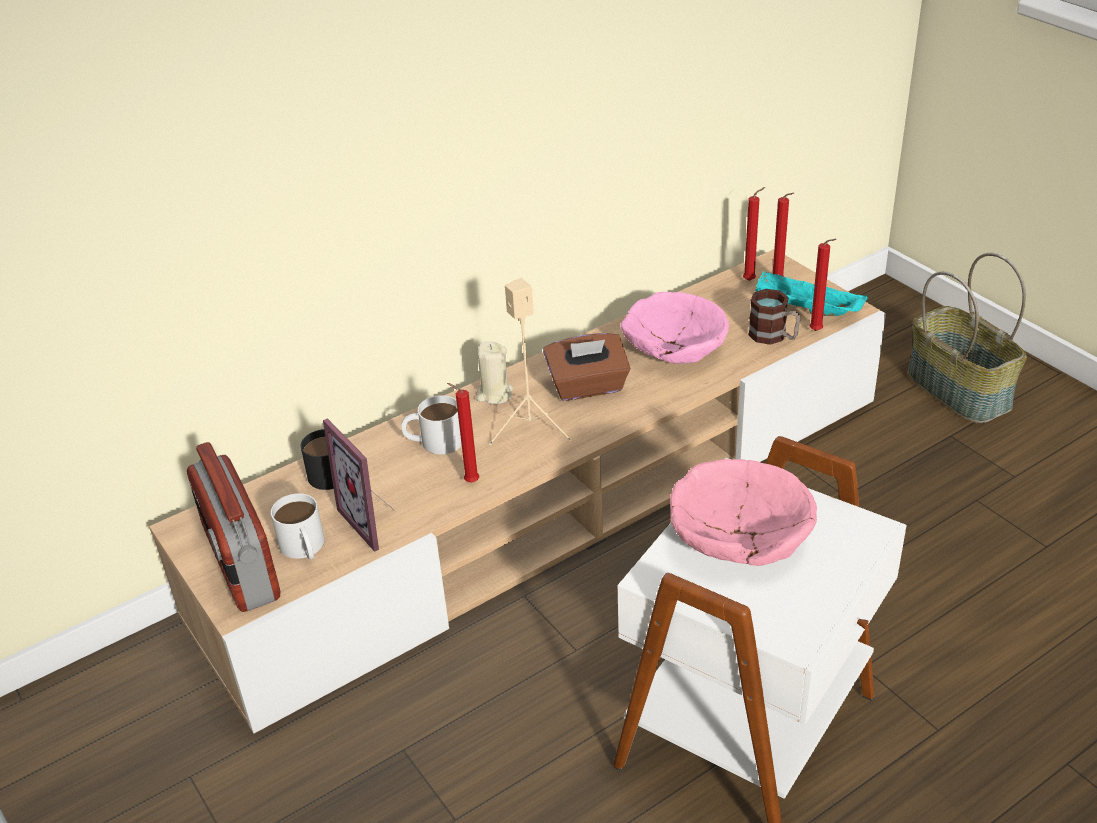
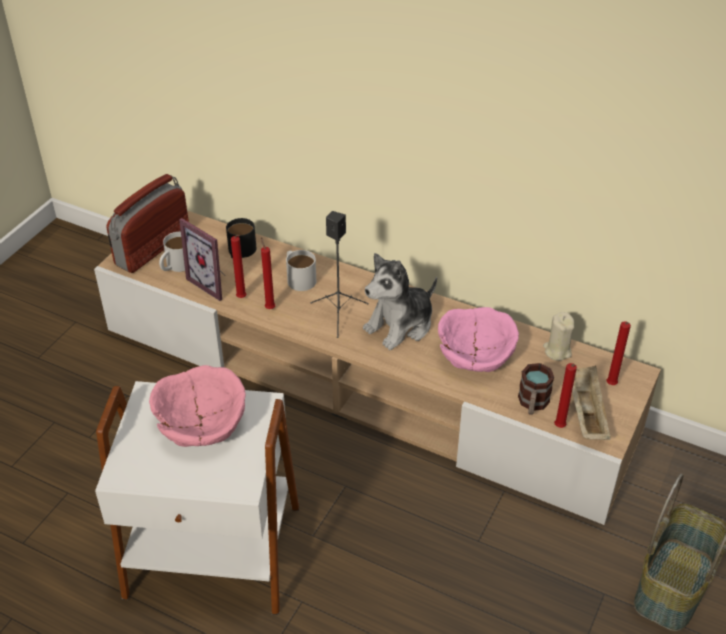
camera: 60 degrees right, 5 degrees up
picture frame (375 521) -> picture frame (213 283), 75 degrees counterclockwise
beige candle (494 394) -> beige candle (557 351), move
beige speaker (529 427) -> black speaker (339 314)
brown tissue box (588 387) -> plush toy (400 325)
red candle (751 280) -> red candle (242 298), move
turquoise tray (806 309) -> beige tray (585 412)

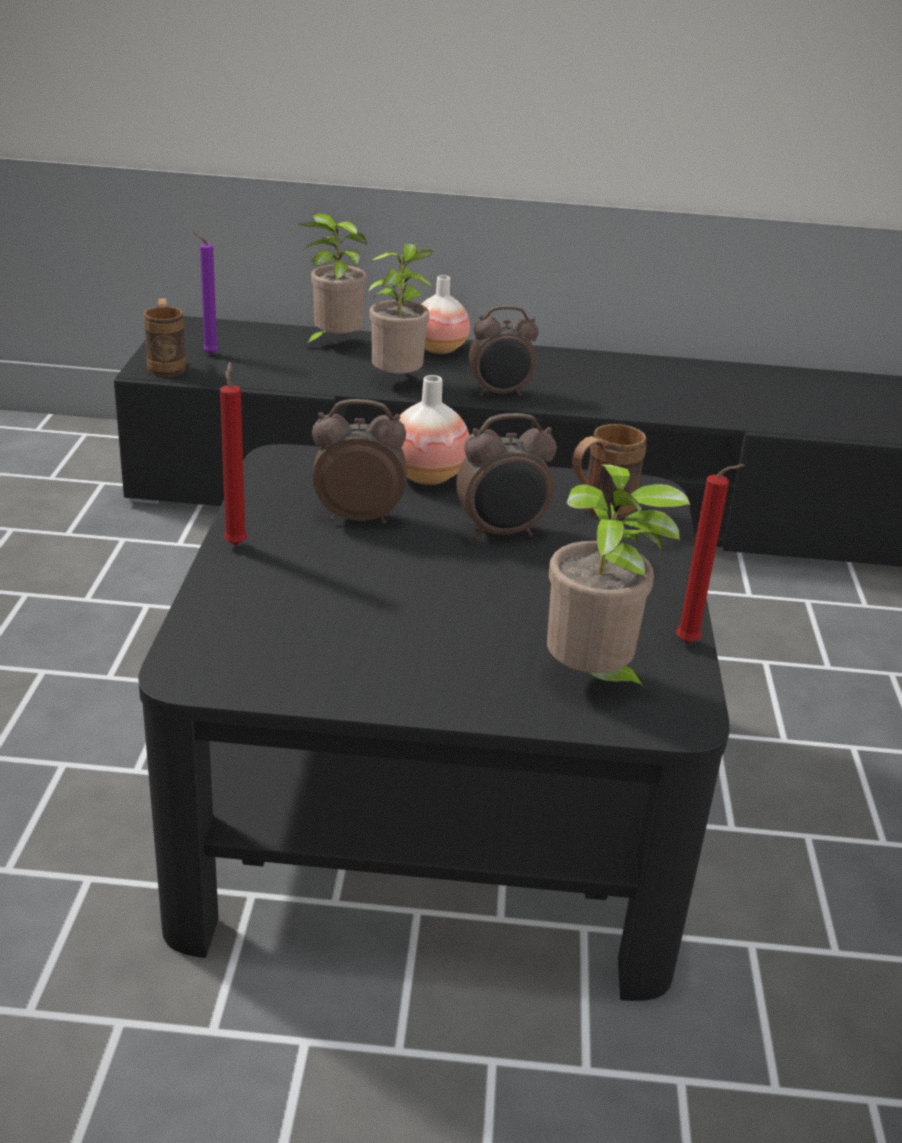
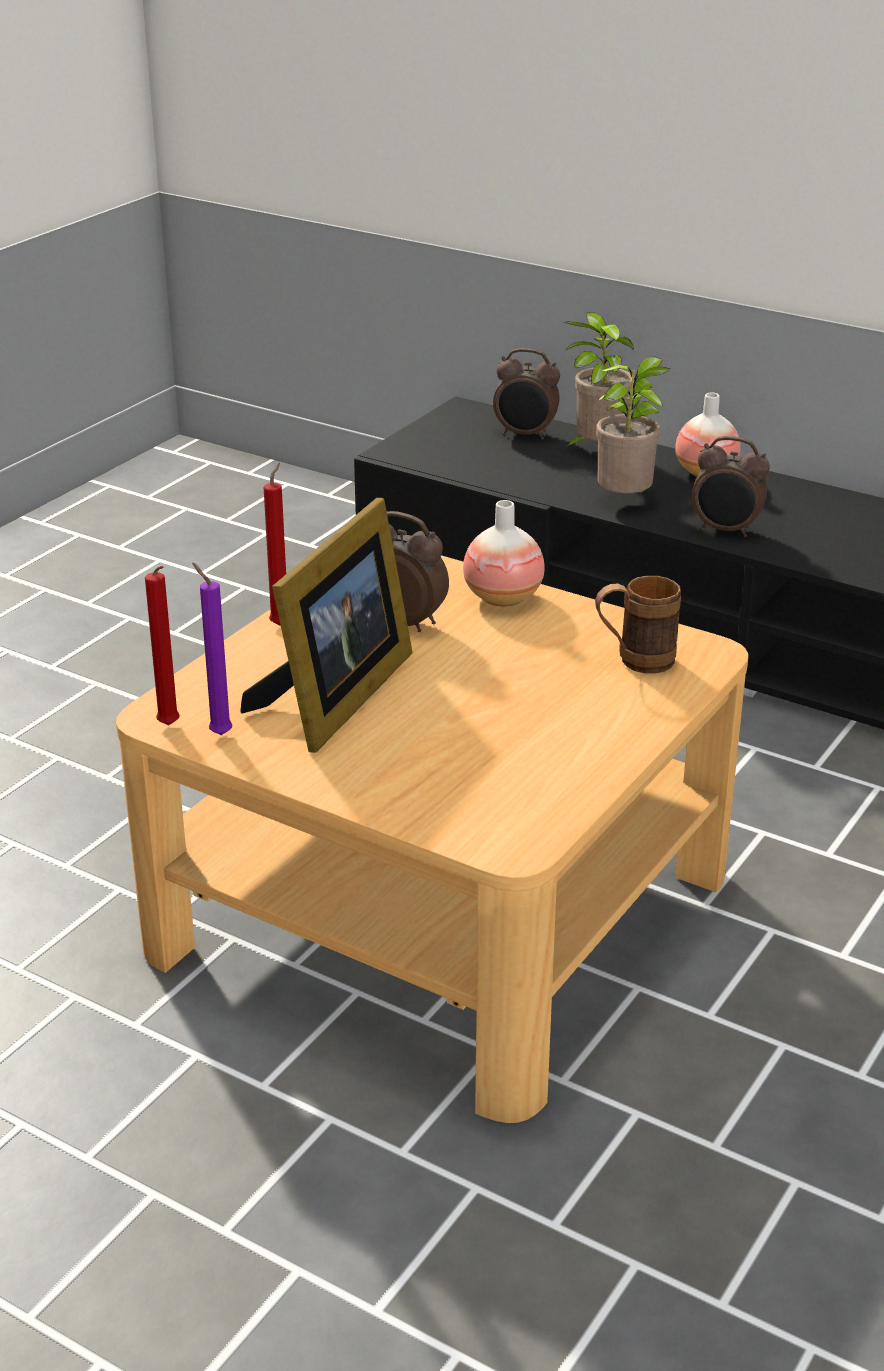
camera: 30 degrees right, 0 degrees up
black coffee table (432 803) -> beige coffee table (438 912)
brown mug (167 365) -> none
purple candle (208 353) -> purple candle (218 733), move
alarm clock (502 533) -> alarm clock (525 435), move
potted plant (592 681) -> none
red candle (691 644) -> red candle (170 727), move
none -> picture frame (335 698)

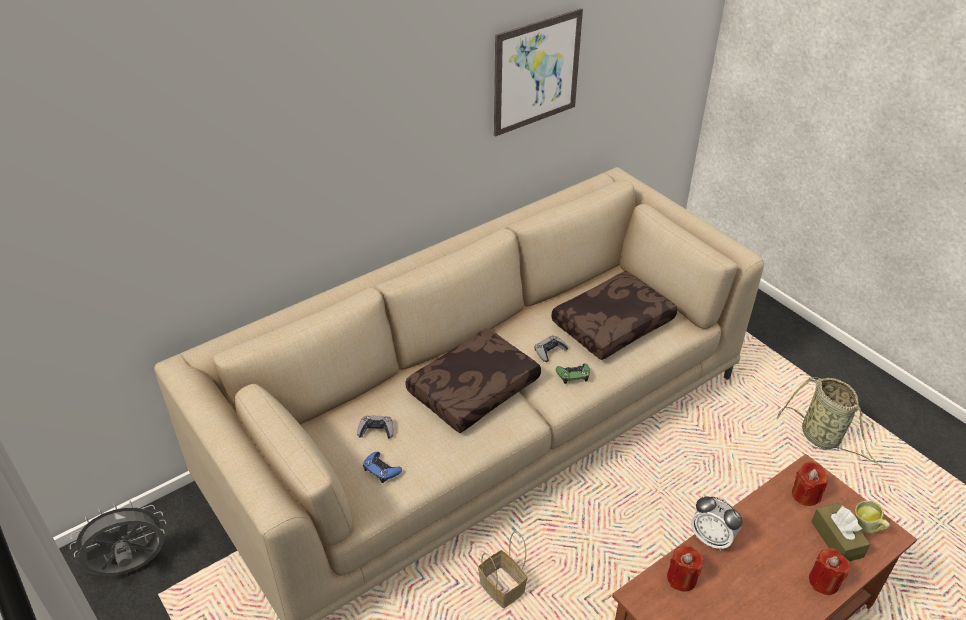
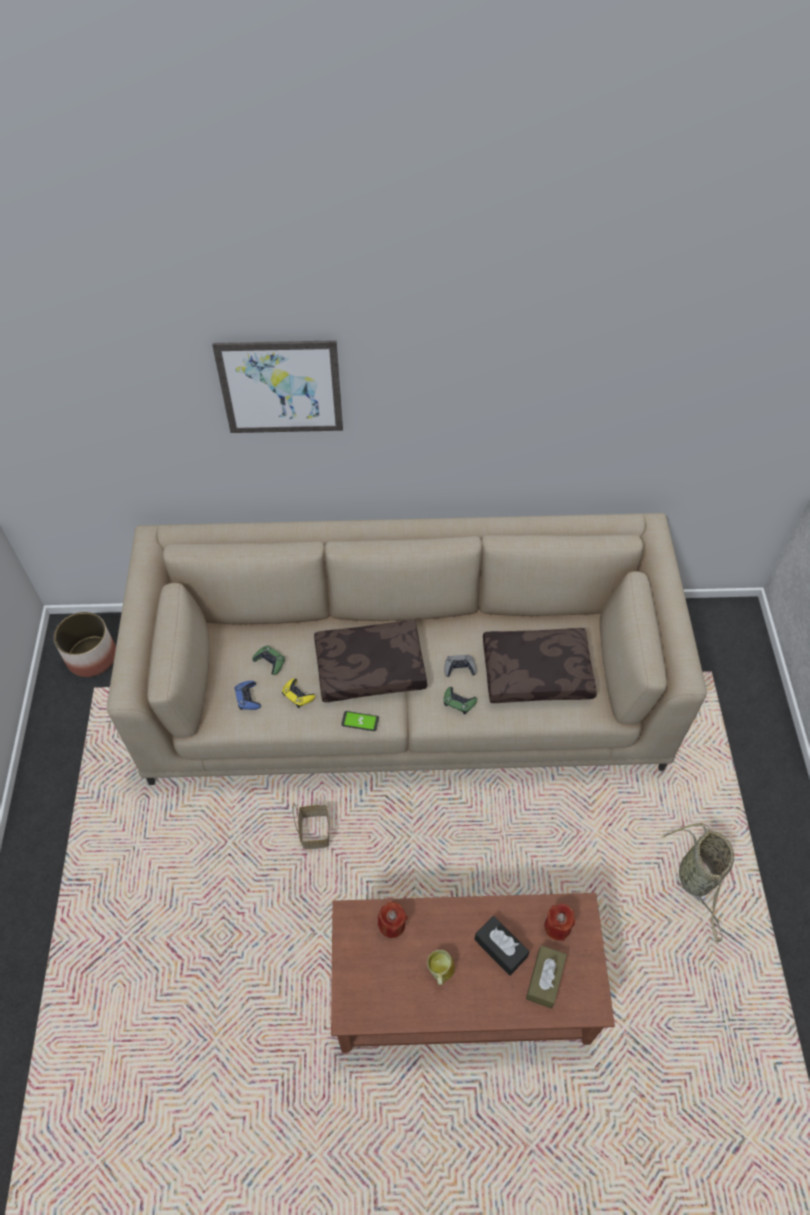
camera: 35 degrees right, 15 degrees up
grey fan (131 568) -> planter (91 657)
grey game controller (376 430) -> green game controller (270 661)
picture (536 72) -> picture (281 387), move
alarm clock (711 539) -> none
red candle (824 581) -> none
mug (867 528) -> mug (439 972), move
none -> yellow game controller (298 695)
none -> phone (360 721)
none -> black tissue box (500 948)

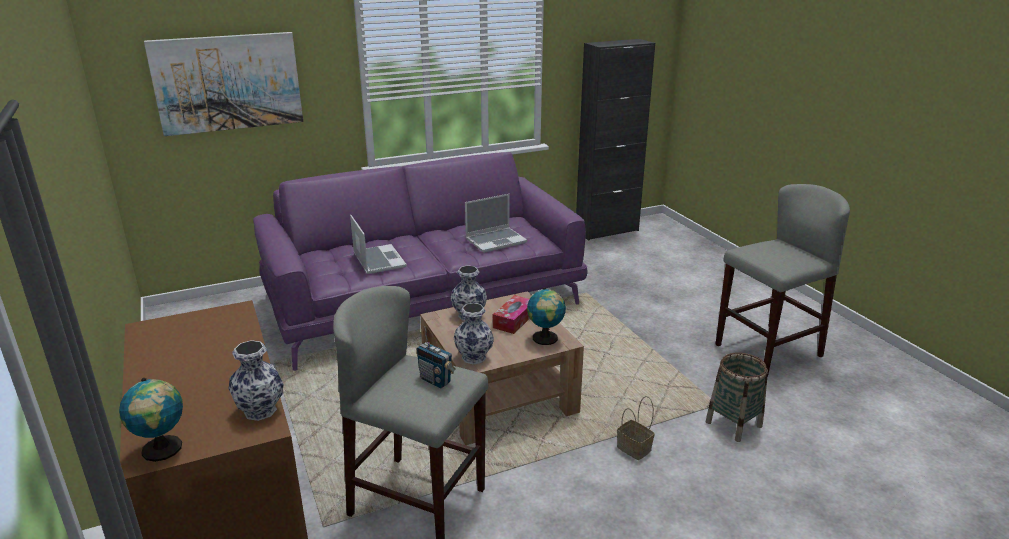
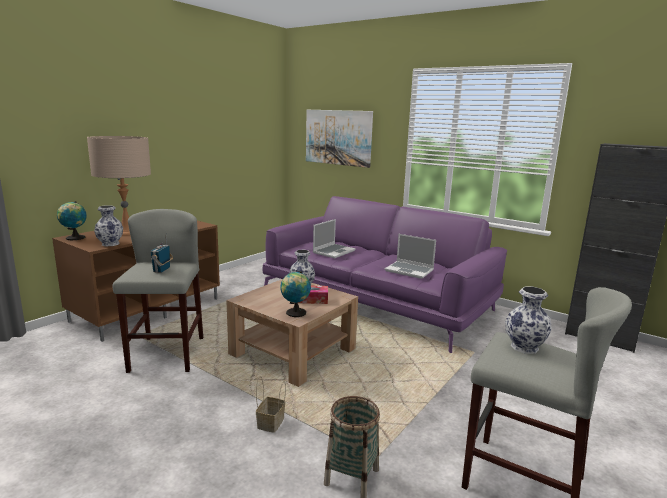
camera: 60 degrees right, 10 degrees down
vase (474 357) -> vase (525 347), move
none -> beige table lamp (127 232)

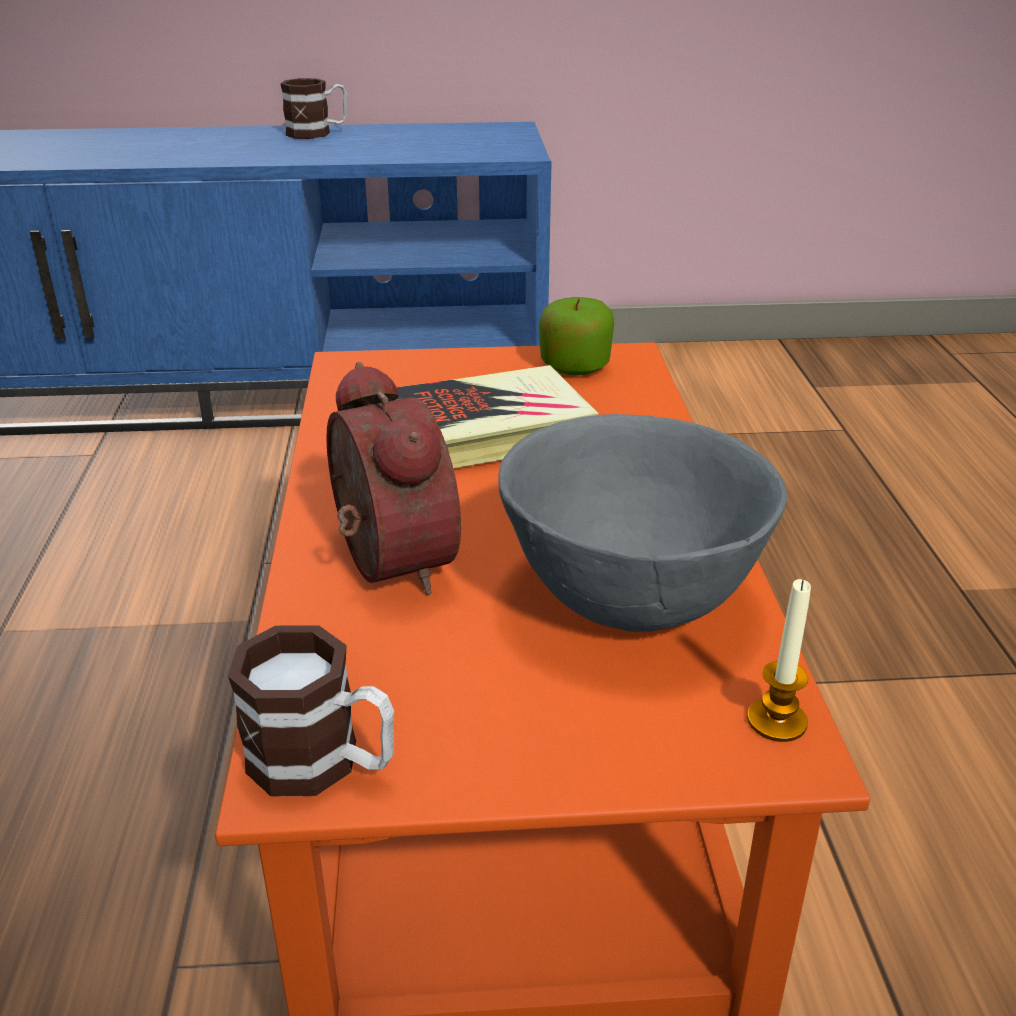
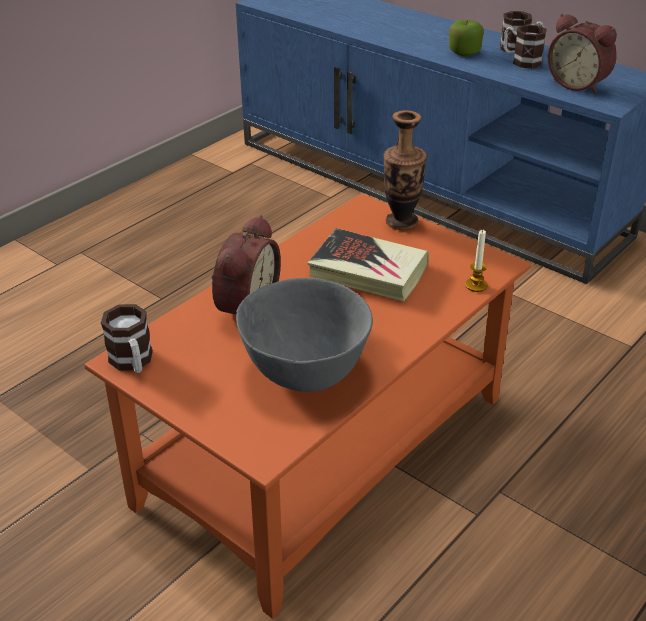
camera: 45 degrees right, 5 degrees up
apple (575 366) -> apple (464 52), move
candle (777 721) -> candle (476 285), move
none -> vase (401 222)
none -> mug (521 61)
none -> alarm clock (578 84)

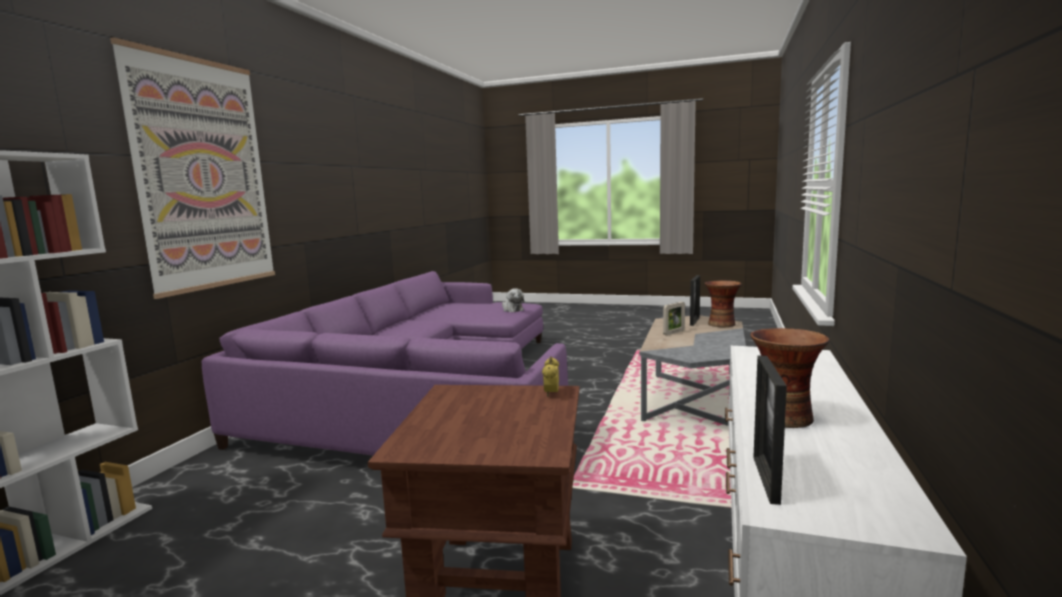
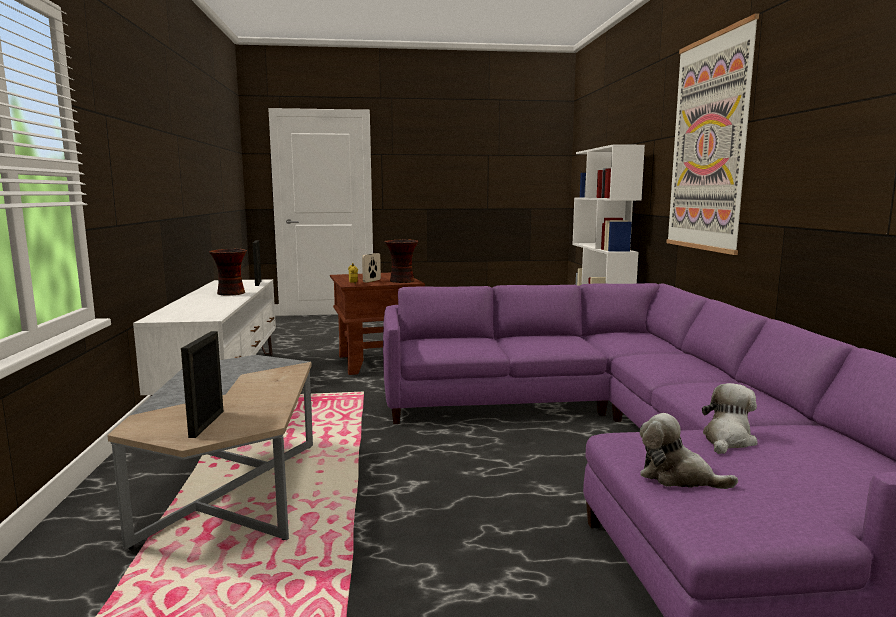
camera: 155 degrees right, 0 degrees up
picture frame (674 332) -> picture frame (371 281), move
vase (721 324) -> vase (402 281), move
none -> plush toy (727 440)

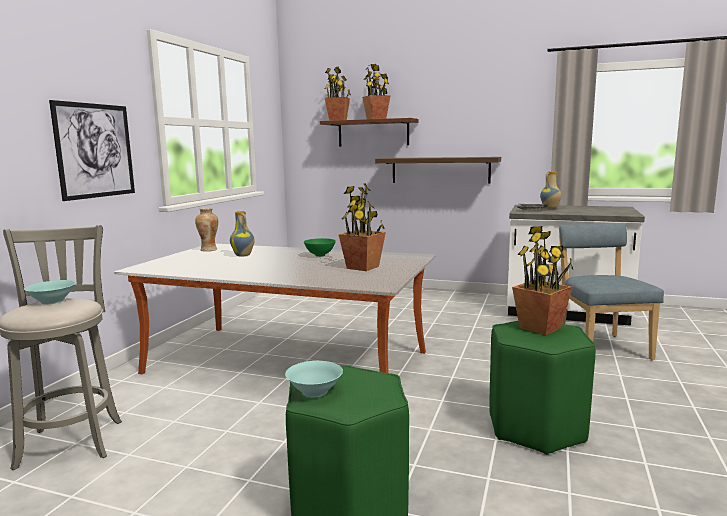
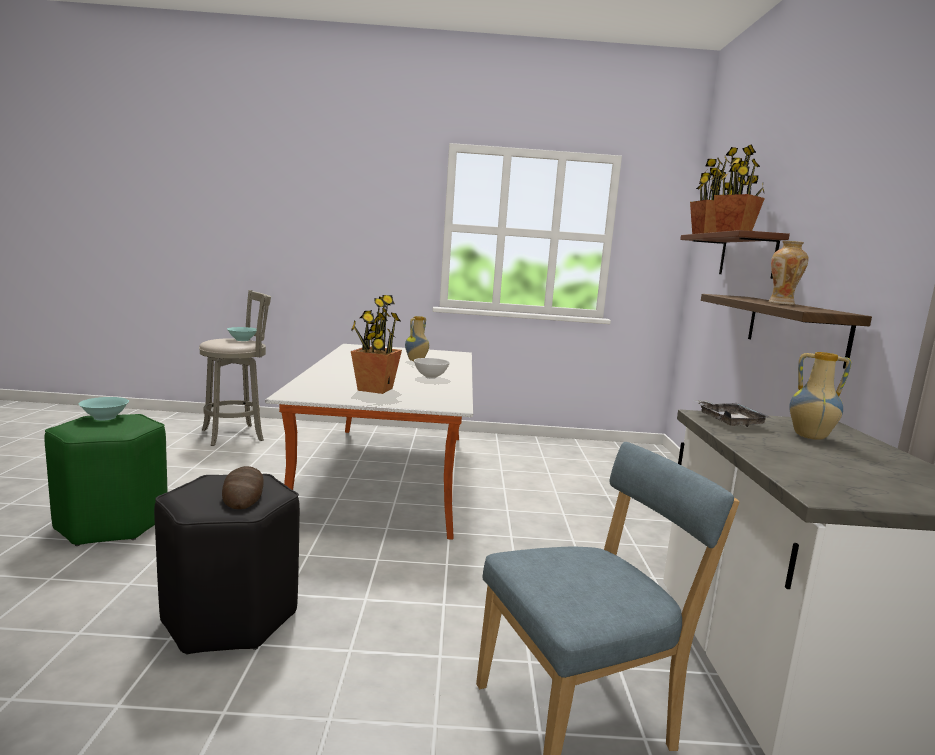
camera: 70 degrees right, 0 degrees up
picture (95 150) -> none
vase (209 250) -> vase (782 303), move
green bowl (320 255) -> white bowl (431 377)
green stool (535 429) -> black stool (229 617)
potted plant (540 328) -> bread (243 492)

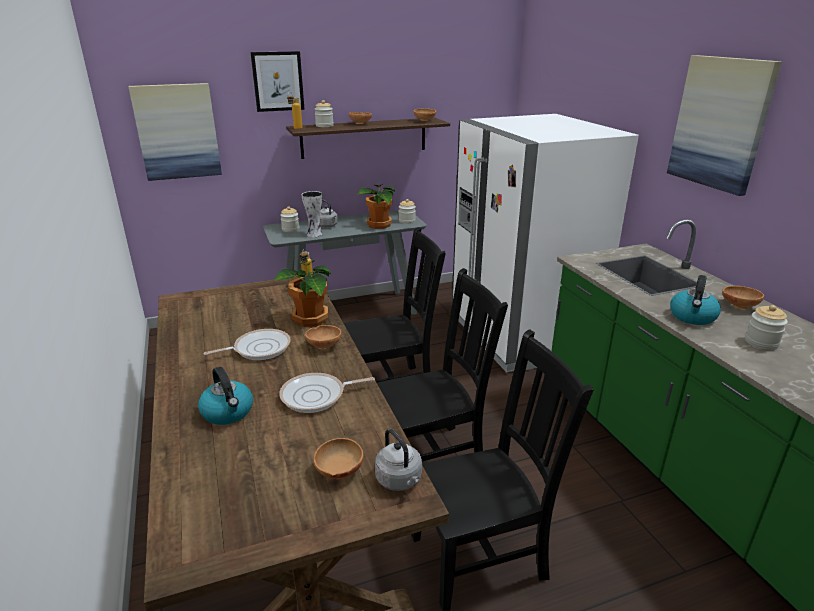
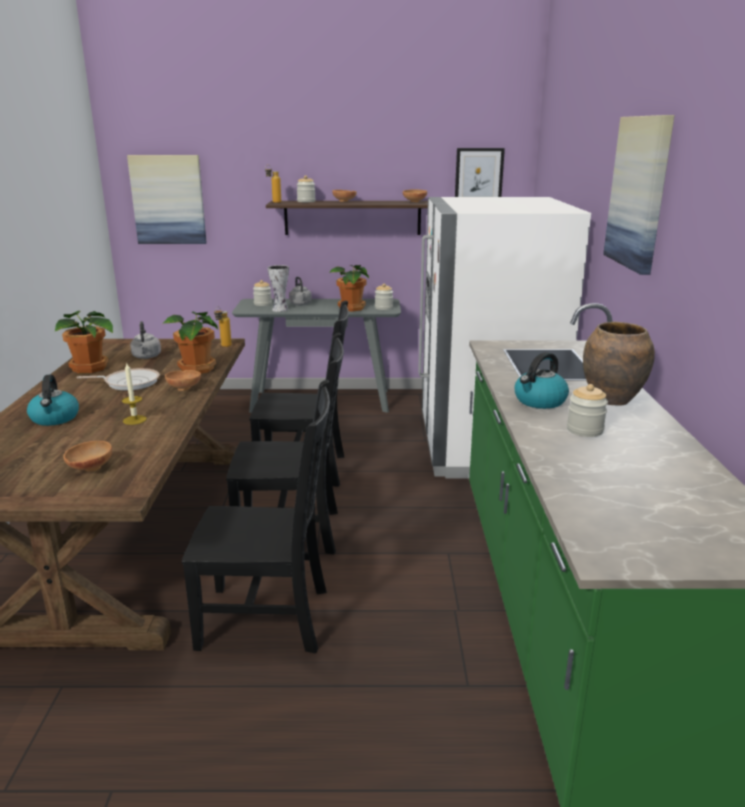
camera: 20 degrees right, 5 degrees down
picture (278 81) -> picture (479 176), move
frying pan (317 396) -> candle (134 420)
grey kettle (400 480) -> grey kettle (146 357), move
brown bowl (738 306) -> brown vase (612 400)
none -> potted plant (90 368)

